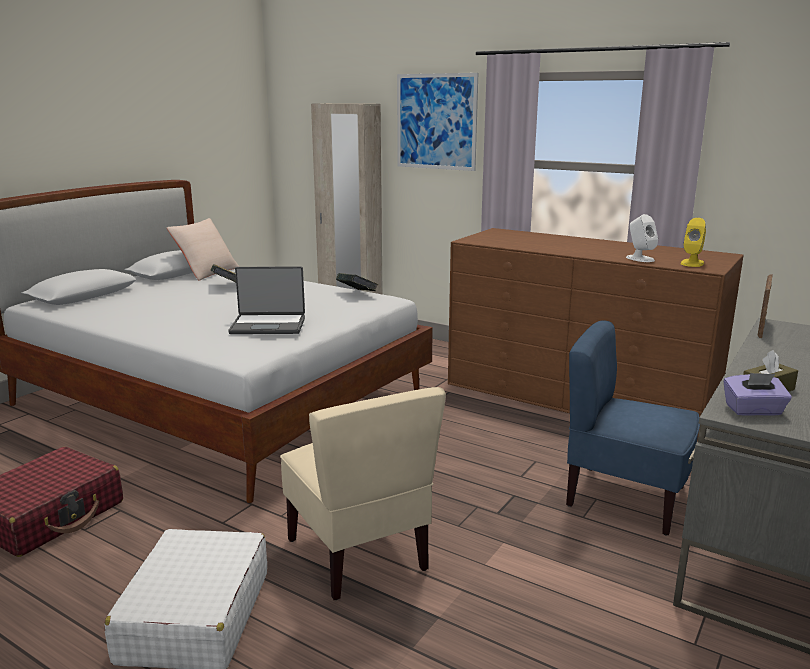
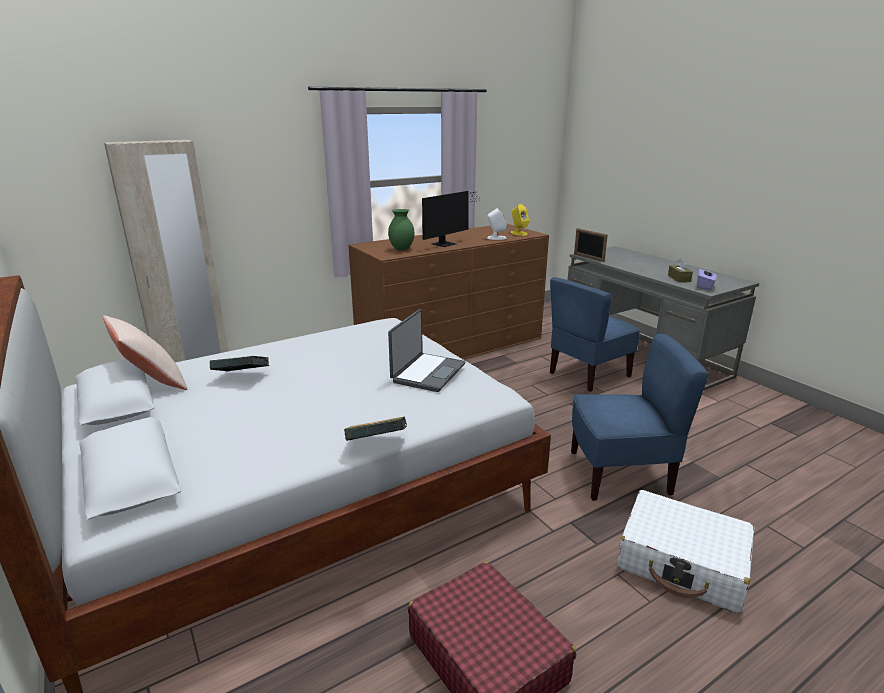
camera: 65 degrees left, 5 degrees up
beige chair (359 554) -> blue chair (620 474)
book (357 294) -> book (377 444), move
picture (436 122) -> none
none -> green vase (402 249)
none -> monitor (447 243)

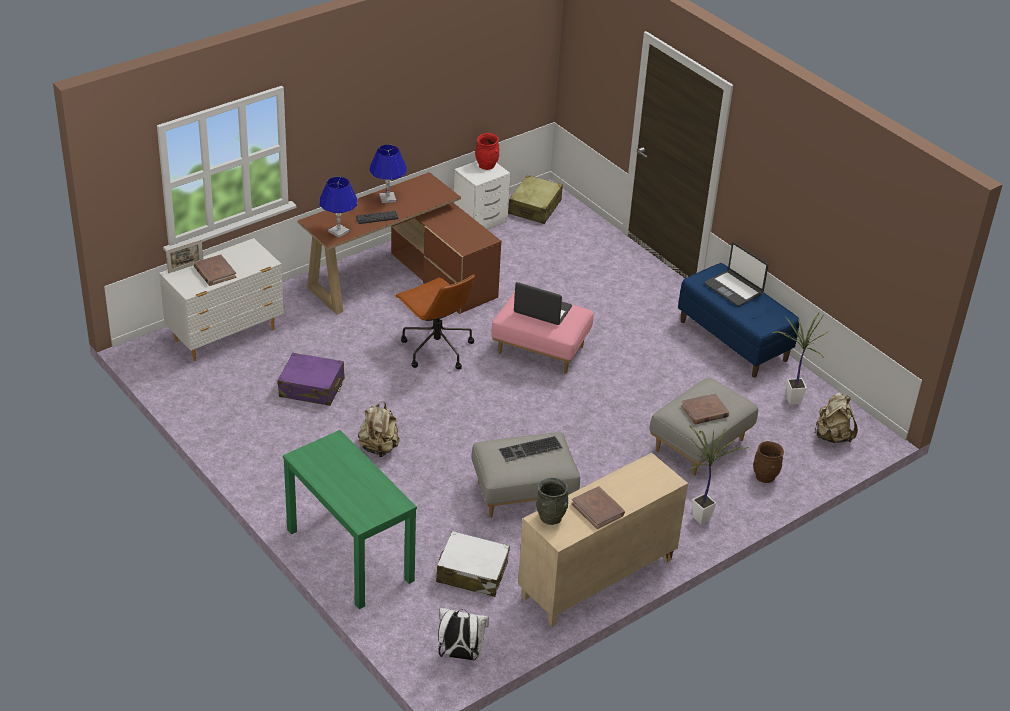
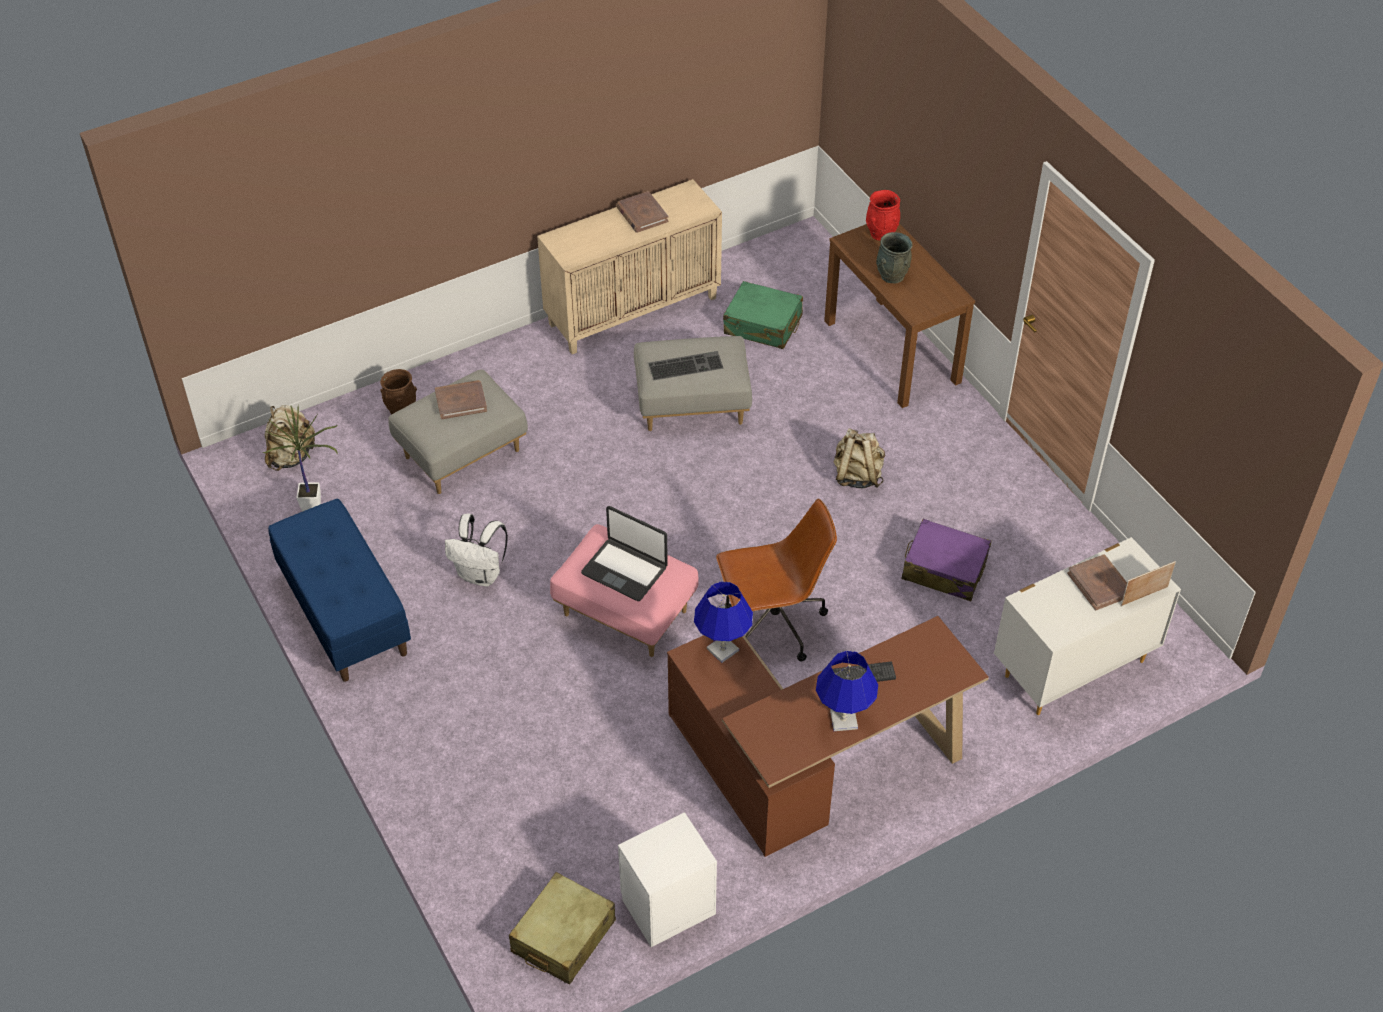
camera: 170 degrees left, 10 degrees up
green console table (349 554) -> brown console table (892 351)
blue table lamp (338 231) -> blue table lamp (722 650), move
brown office chair (436 349) -> brown office chair (772 625), 105 degrees clockwise
white suitcase (472 572) -> green suitcase (763 325)
white backpack (460 655) -> white backpack (481 574), move
red vase (486 165) -> red vase (881 233), move
grey vase (551 517) -> grey vase (891 276), move
potted plant (700 516) -> none
laptop (734 289) -> none

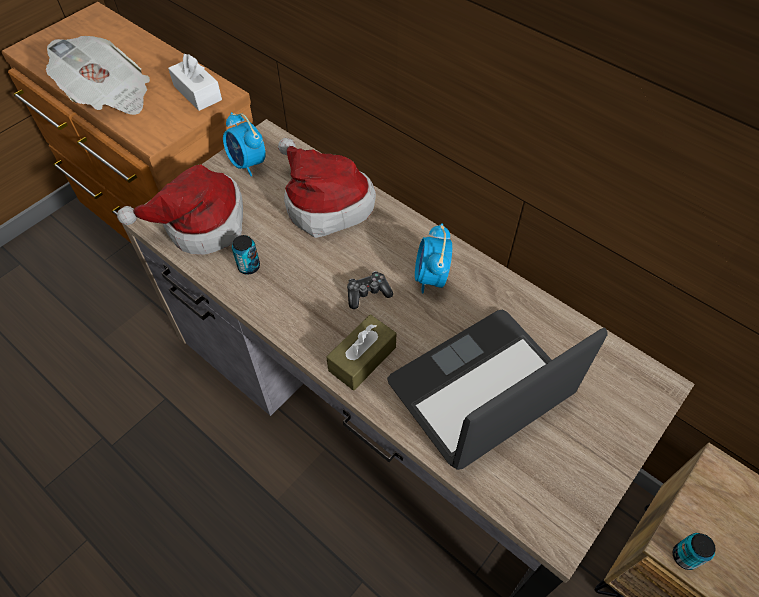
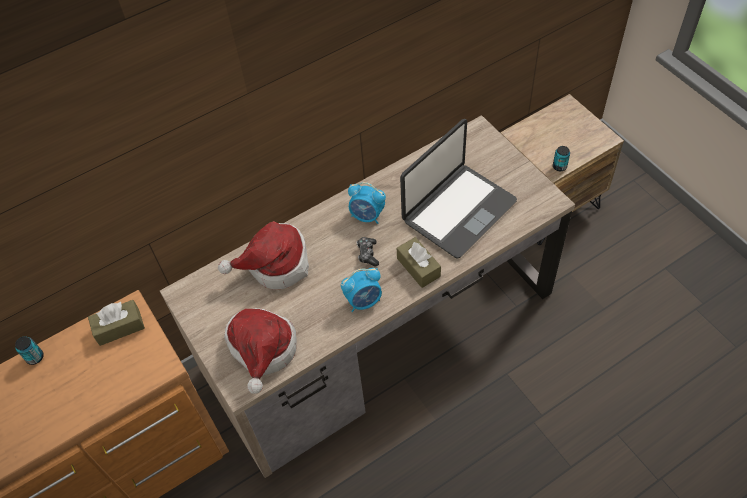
camera: 70 degrees left, 0 degrees up
newspaper (109 96) -> none
white tissue box (197 93) -> brown tissue box (119 327)
alarm clock (247 164) -> alarm clock (364 301), move
can (249 266) -> can (35 357), move
laptop (482 389) -> laptop (458 210), 120 degrees counterclockwise

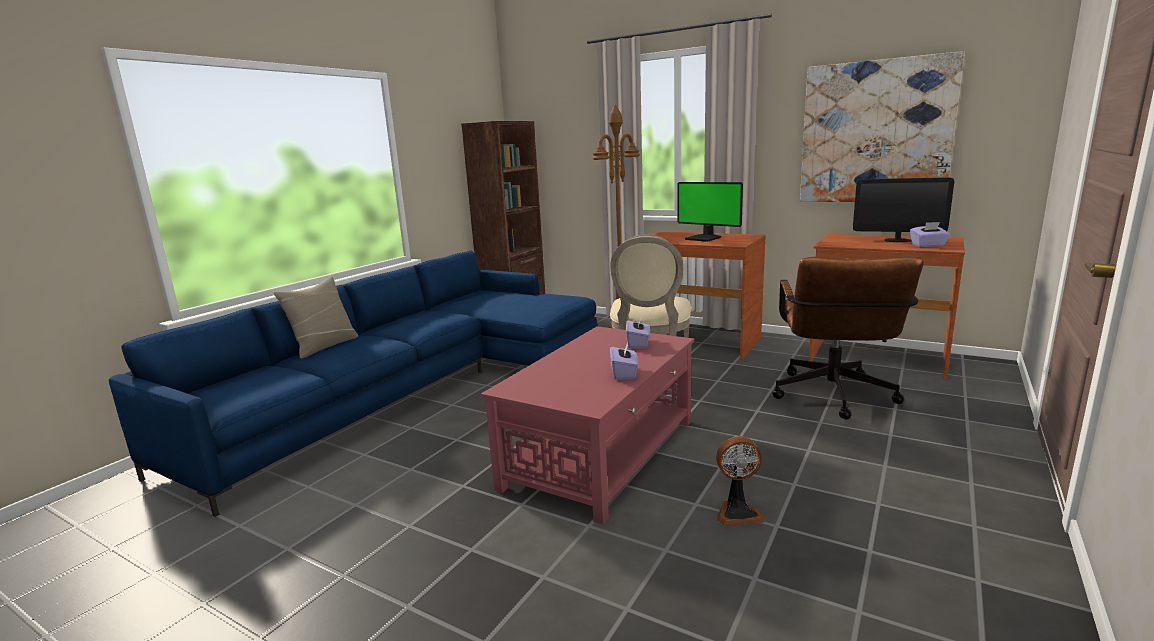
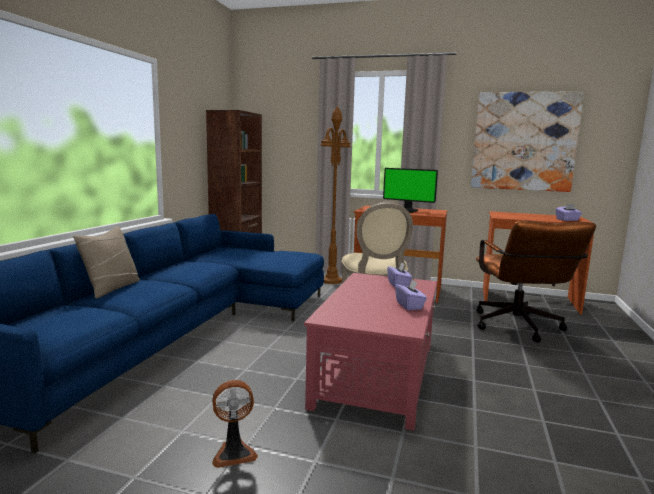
camera: 15 degrees left, 5 degrees down
fan (737 512) -> fan (234 453), move
monitor (897 240) -> none

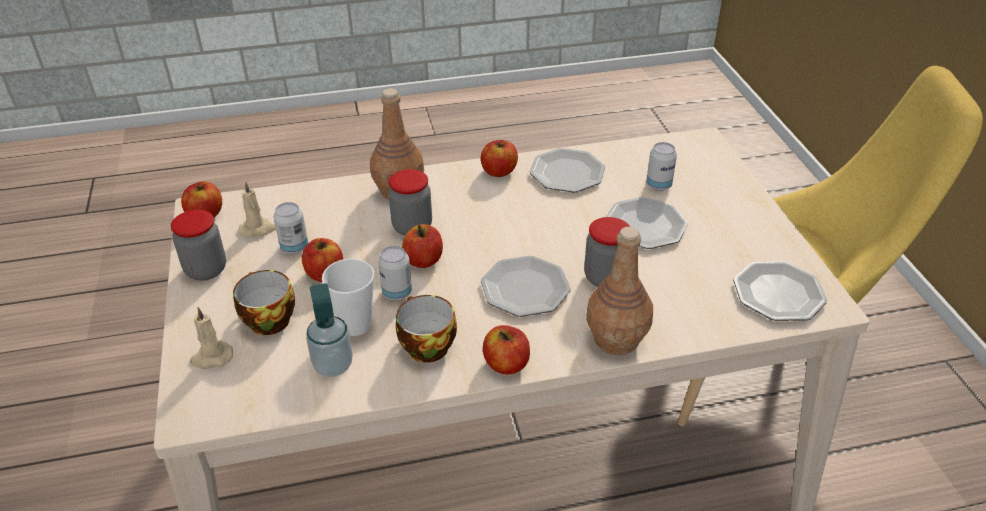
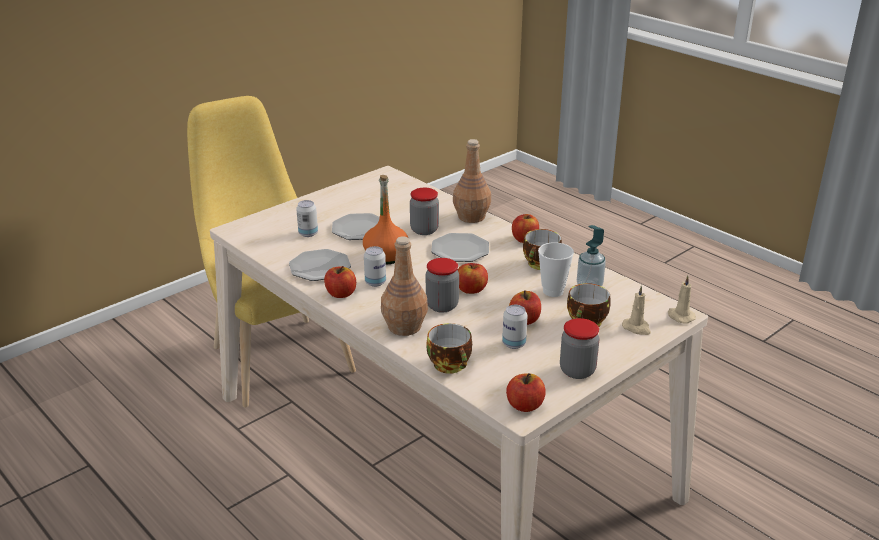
camera: 120 degrees left, 10 degrees down
beige candle (258 229) -> beige candle (680 316), move
can (397 293) -> can (375 282), move
plate (777 294) -> none
none -> orange bottle (386 256)
none -> cup (451 365)

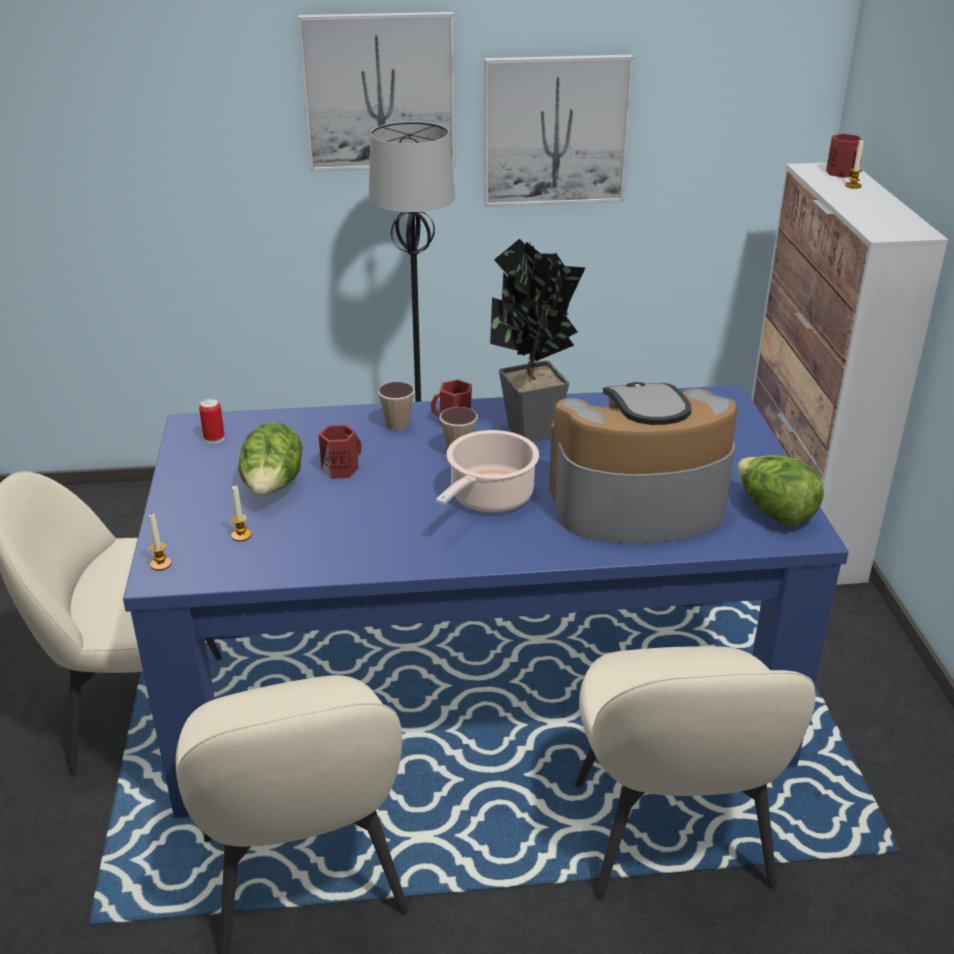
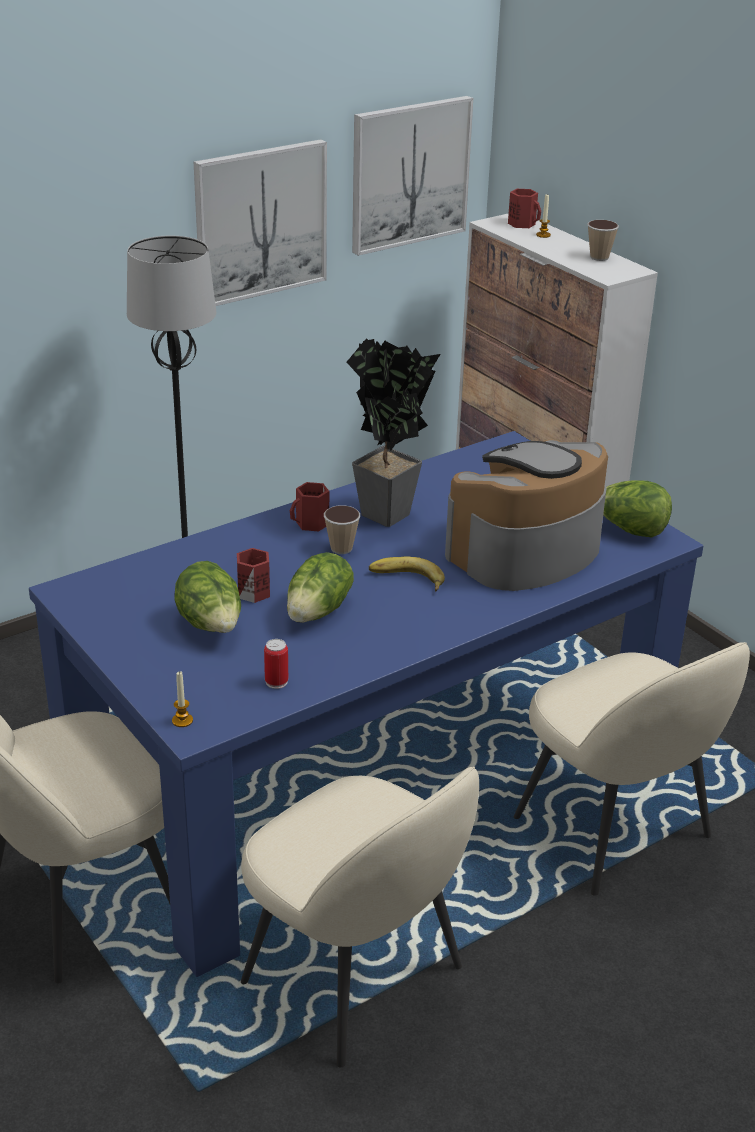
camera: 30 degrees left, 0 degrees up
can (214 438) -> can (276 682), move
candle (241 535) -> none
picture (379 92) -> picture (409 174), move
cup (397 425) -> cup (599 257), move
cooking pot (489 498) -> banana (406 580)
none -> lettuce (319 611)

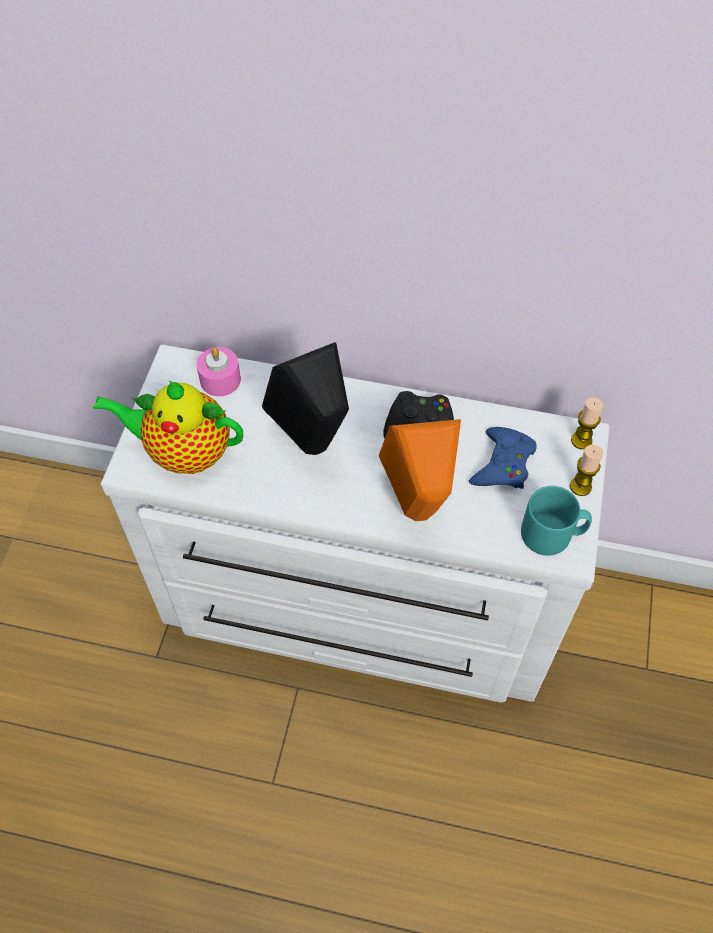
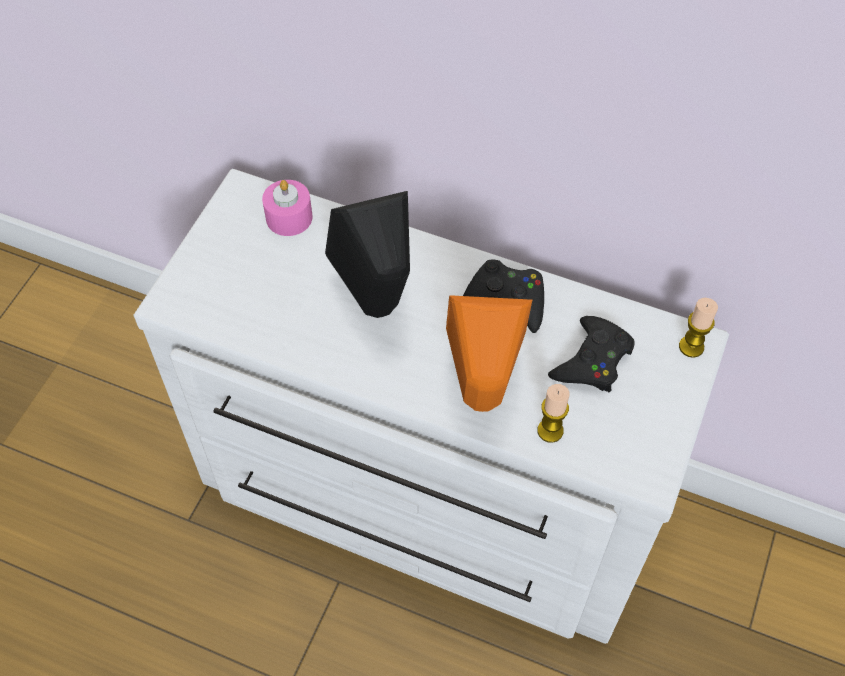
camera: 10 degrees right, 0 degrees up
teapot (184 452) -> none
blue game controller (503 464) -> black game controller (592 360)
turquoise mug (552 535) -> none
candle (580 486) -> candle (550 431), move

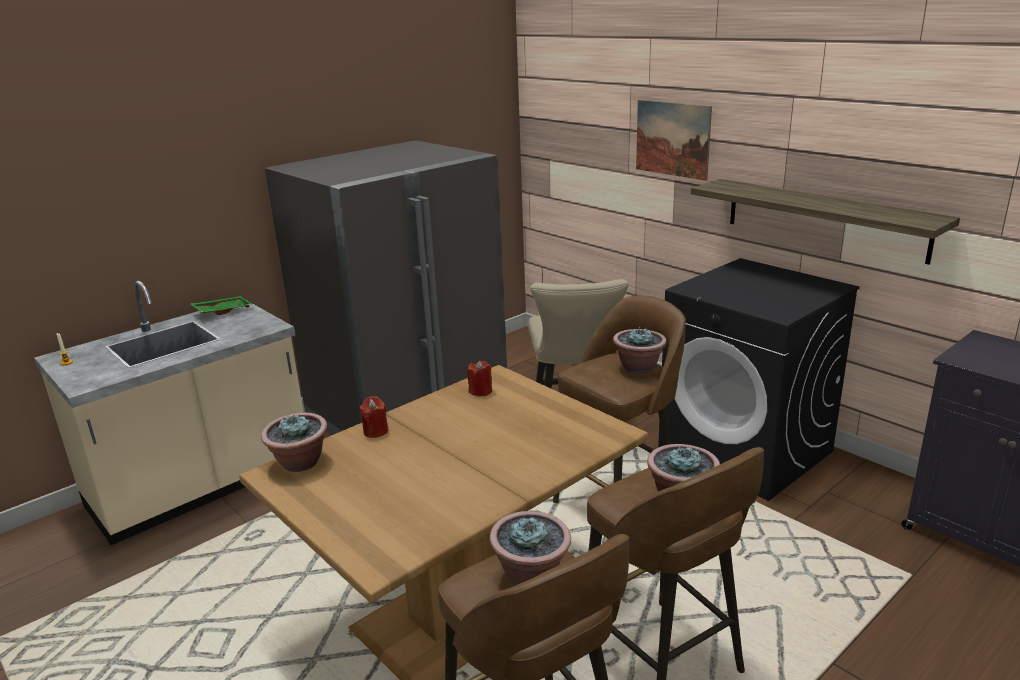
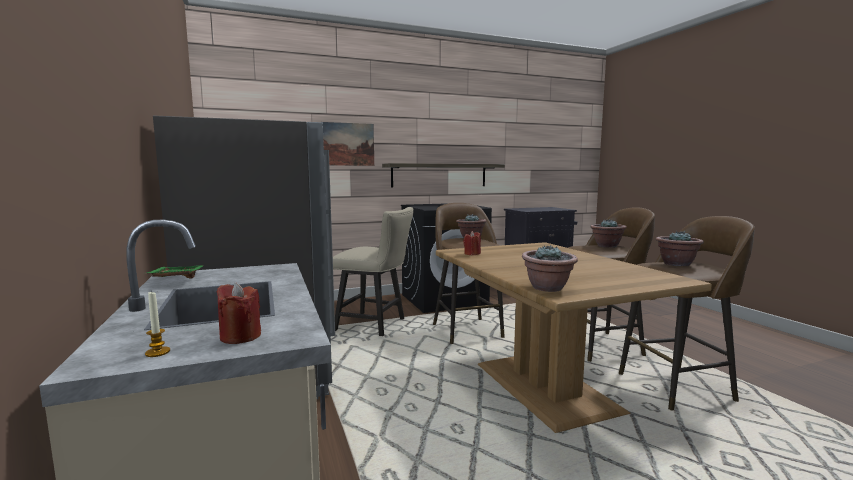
camera: 70 degrees left, 15 degrees down
red candle (375 431) -> red candle (240 336), move

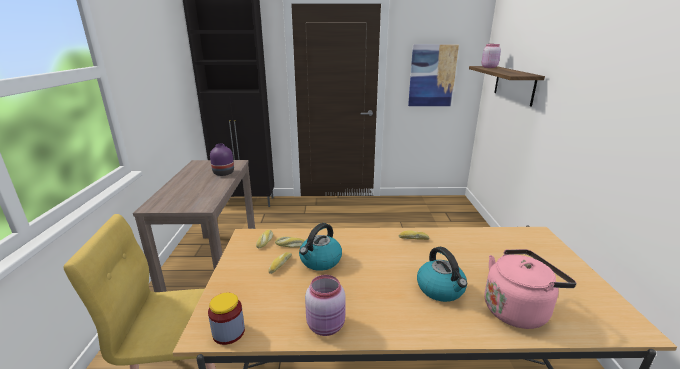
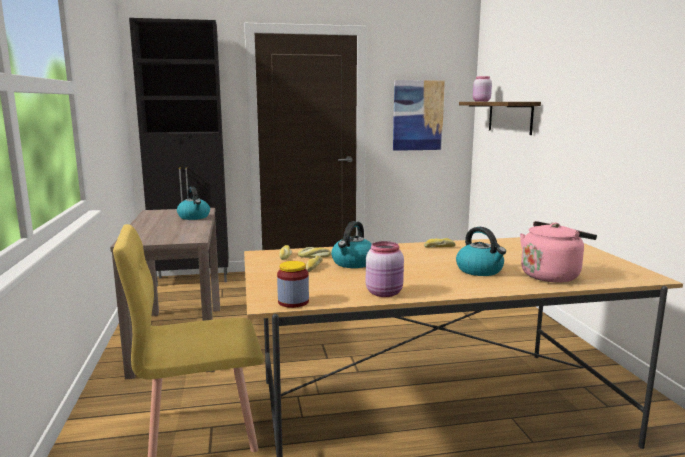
camera: 10 degrees left, 10 degrees down
purple vase (224 173) -> kettle (194 217)

